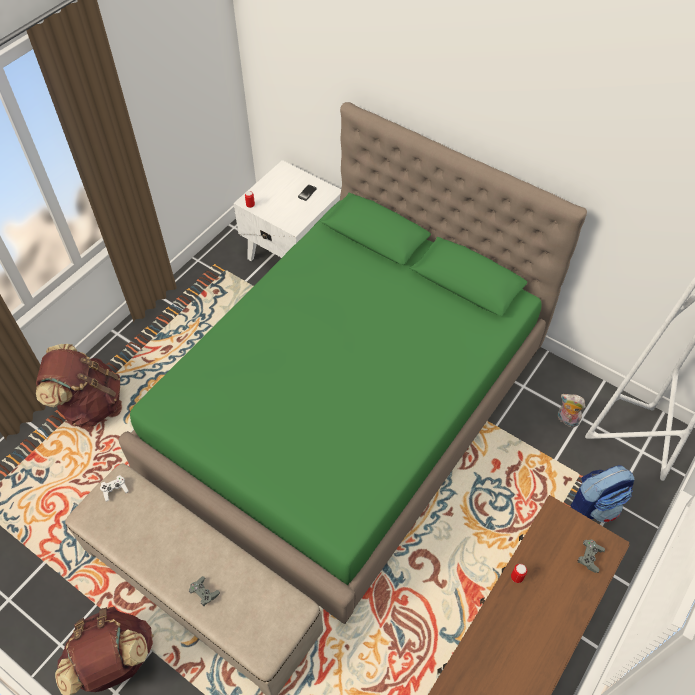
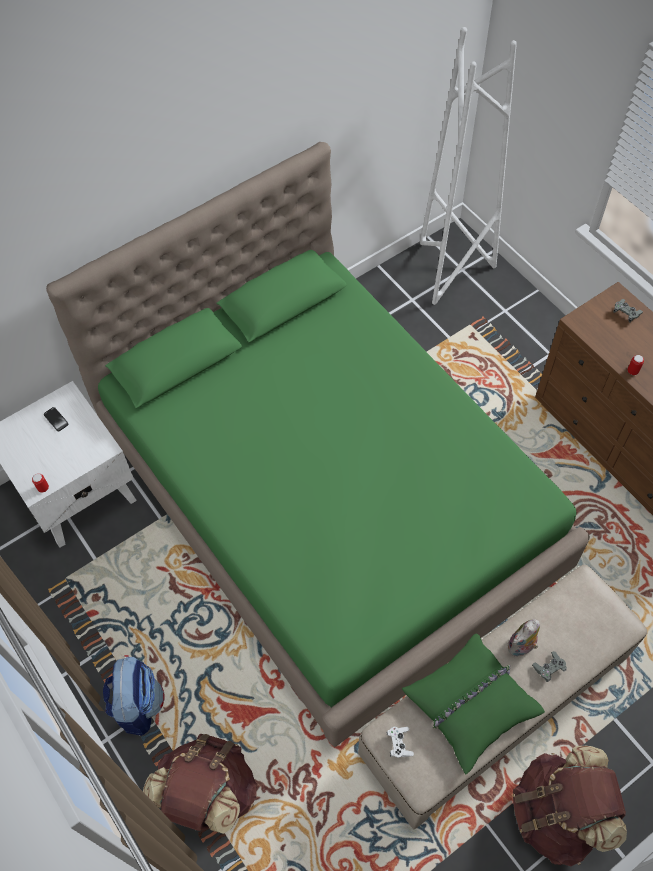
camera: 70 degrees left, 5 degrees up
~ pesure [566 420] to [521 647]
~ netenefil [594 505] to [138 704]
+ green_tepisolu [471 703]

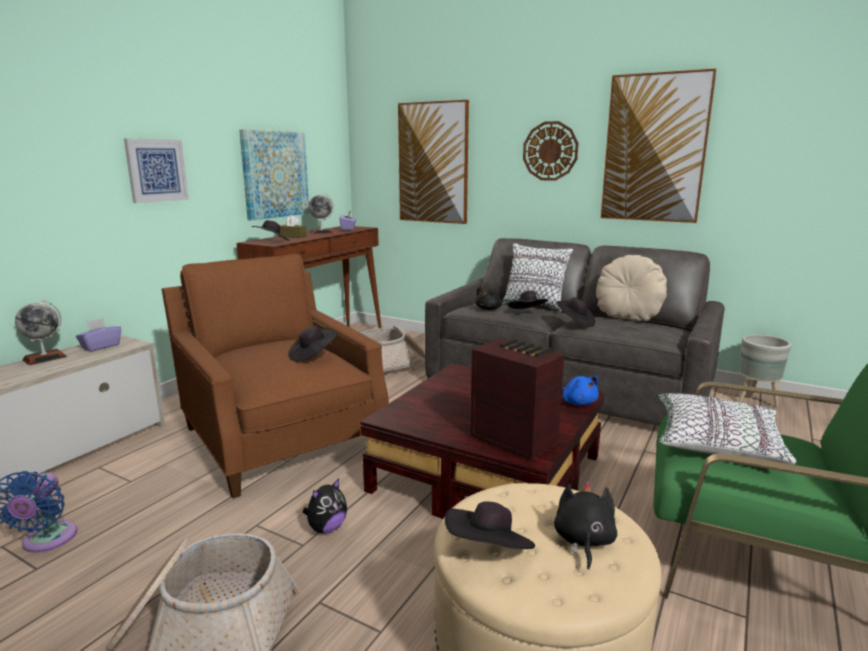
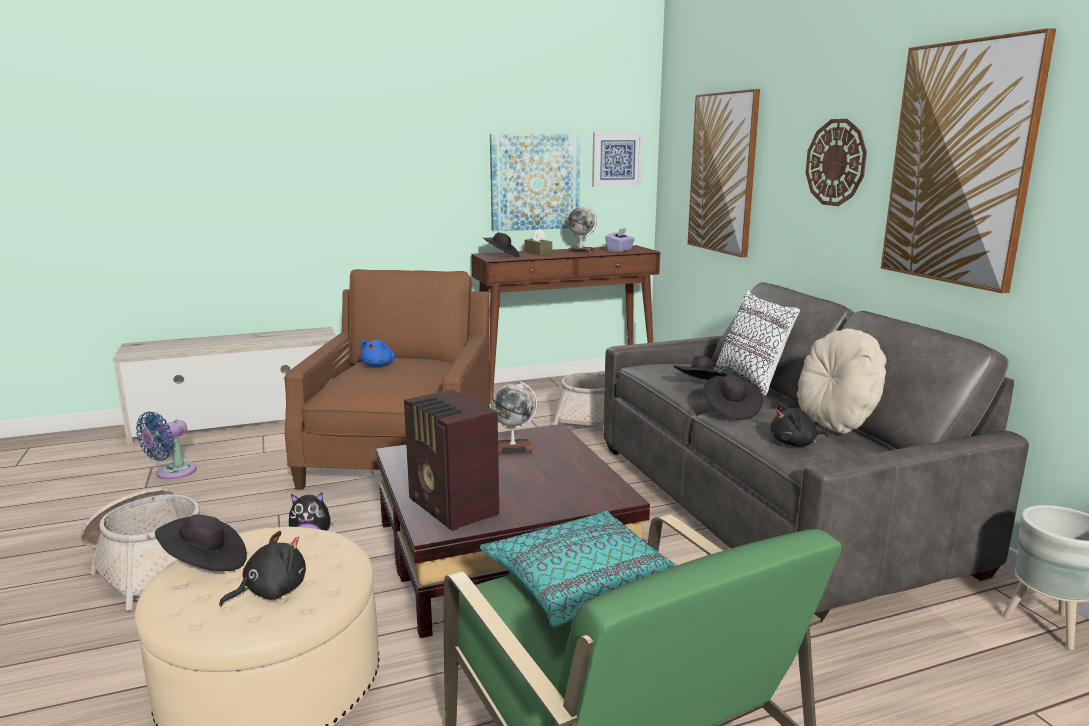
camera: 40 degrees right, 0 degrees up
~ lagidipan [156 170] to [616 159]
~ black_pesure [489 309] to [795 443]
~ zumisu [45 358] to [513 448]
- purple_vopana [101 347]
- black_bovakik [312 356]
~ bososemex [513 439] = [452 508] 150 degrees clockwise
~ blue_pesure [578 402] to [379 365]
~ white_tepisolu [717 442] to turquoise_tepisolu [582 584]

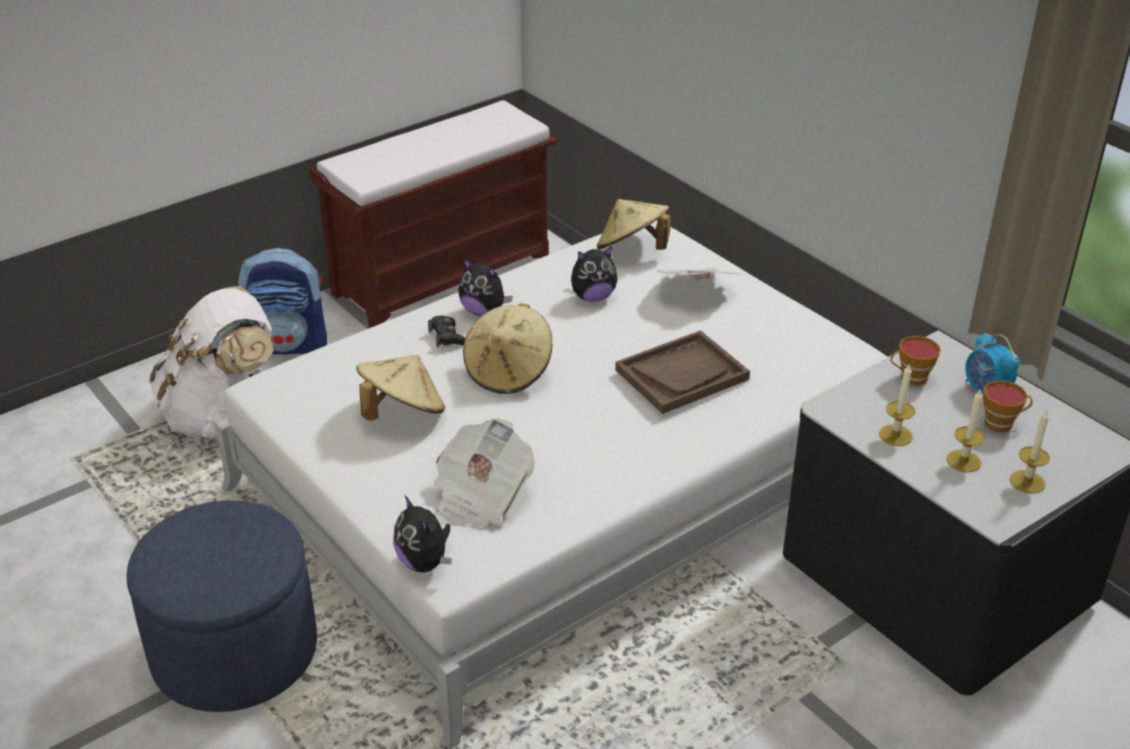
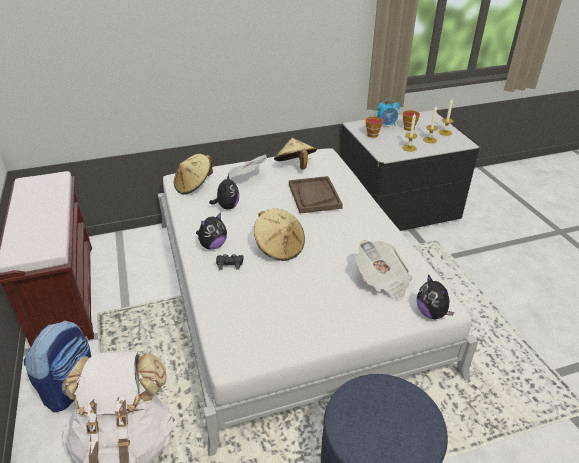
camera: 70 degrees left, 0 degrees up
~ beige_bovakik [402 412] to [295 166]
~ pesure [425 562] = [431 313] 75 degrees clockwise

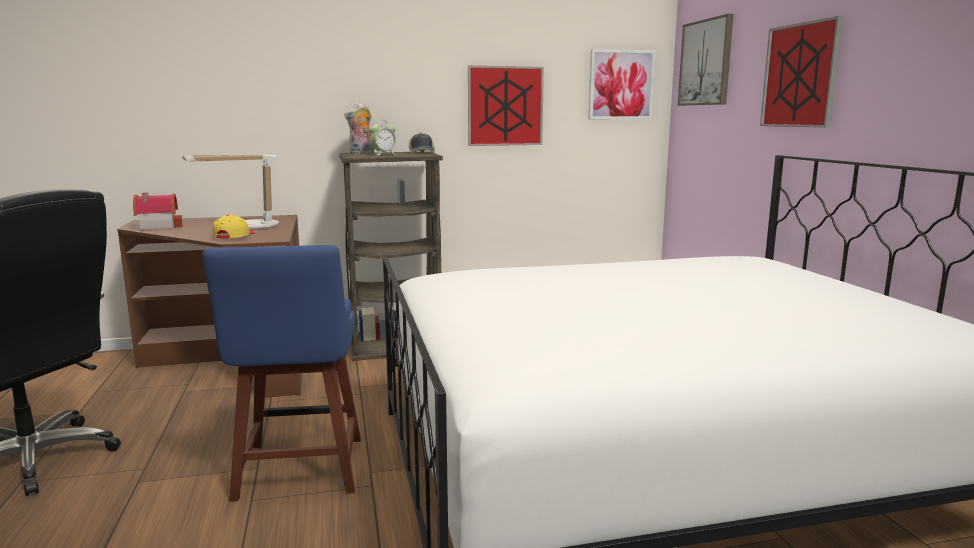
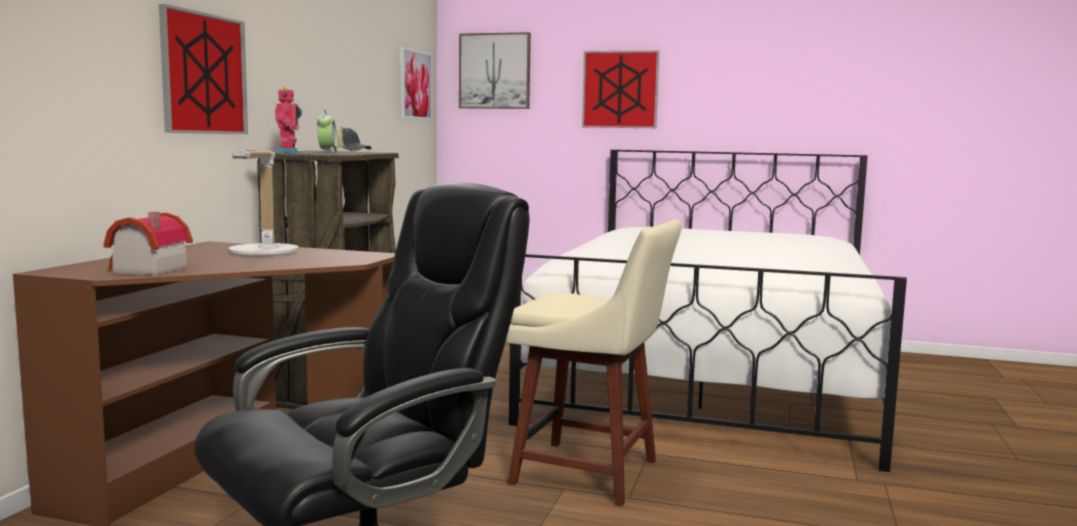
camera: 60 degrees left, 5 degrees down
~ lagidipan [505 106] to [204 74]
~ pesure [362 153] to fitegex [289 152]
- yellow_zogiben [234 236]
~ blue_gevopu [298 471] to beige_gevopu [592 473]

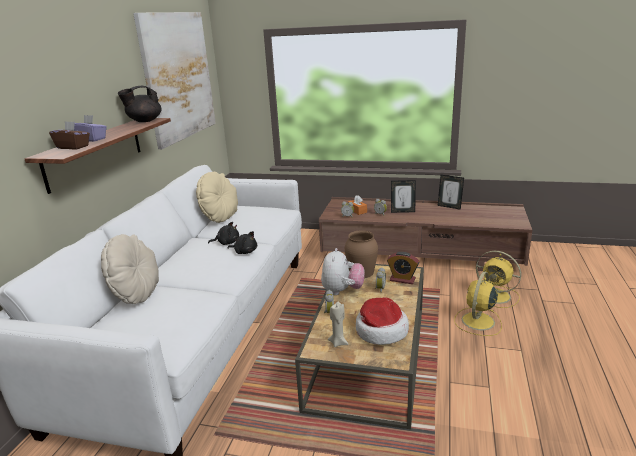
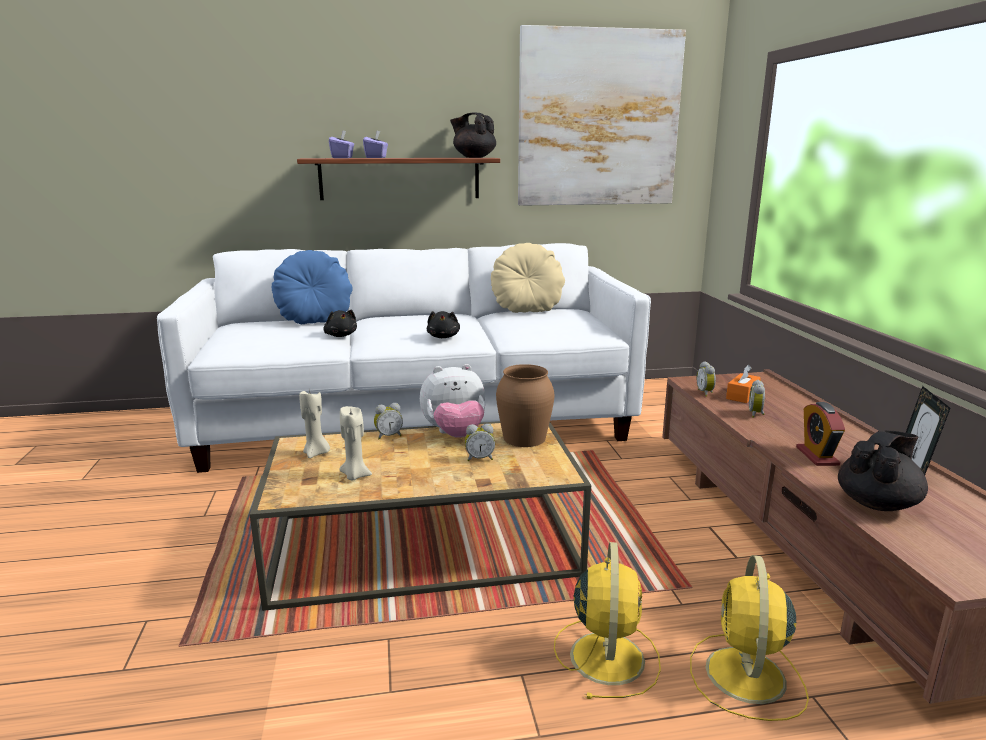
camera: 65 degrees right, 5 degrees down
~ brown_vopana [73 147] to purple_vopana [342 158]
- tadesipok [402 211]
~ black_pesure [227 243] to [340 335]
~ beige_tepisolu [137 296] to blue_tepisolu [315 321]
~ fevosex [402 279] to [817 456]
~ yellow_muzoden [477 322] = [607 655] 90 degrees clockwise
~ bovakik [380 331] to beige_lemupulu [355 476]
+ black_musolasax [877 503]

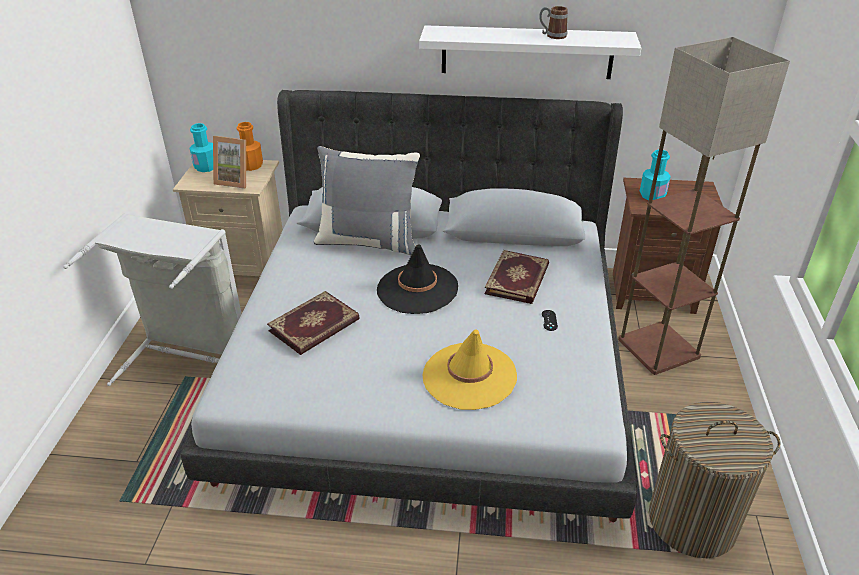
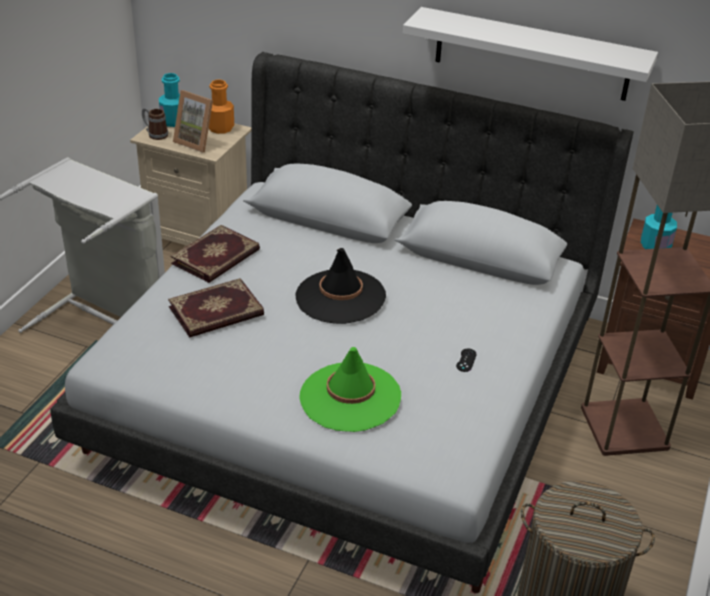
camera: 15 degrees right, 0 degrees up
~ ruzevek [552 35] to [155 134]
- grey_tepisolu [369 241]
~ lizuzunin [518 279] to [216 257]
~ yellow_bovakik [469 376] to green_bovakik [350 397]

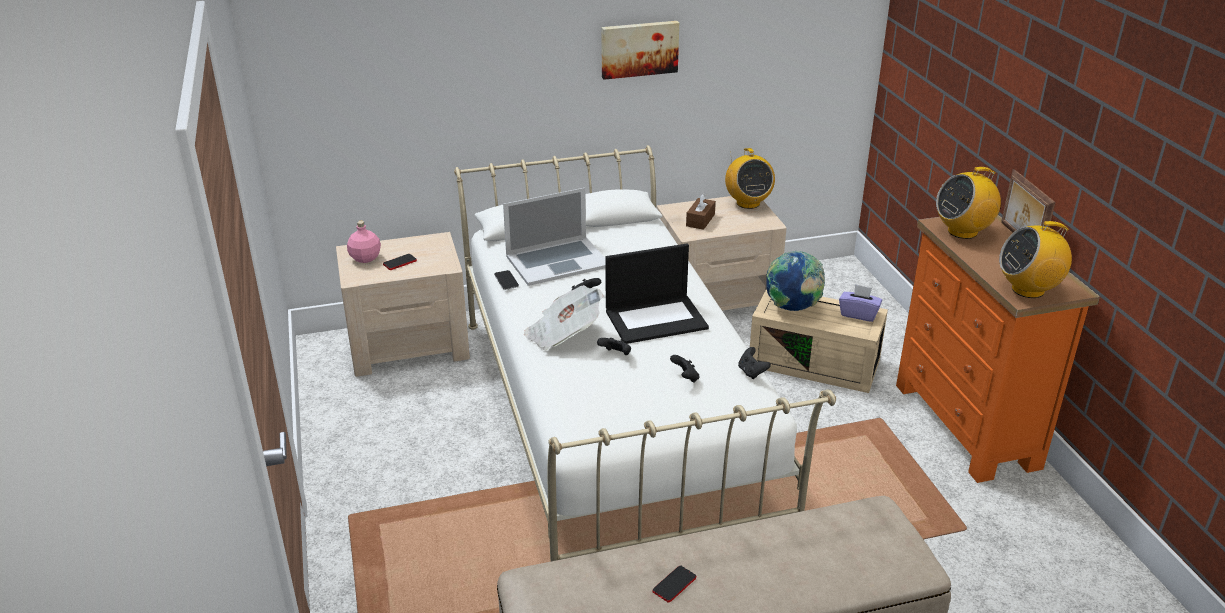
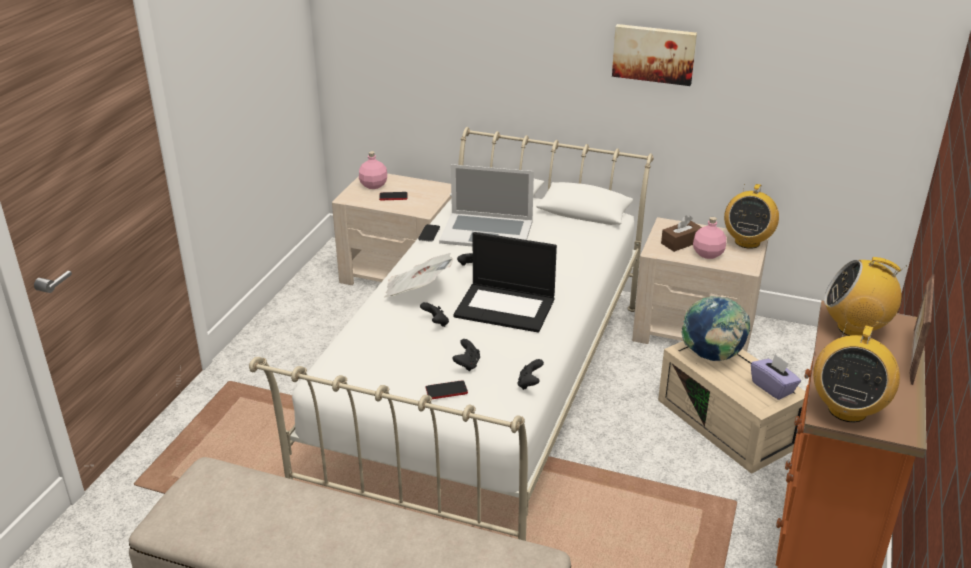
camera: 35 degrees right, 0 degrees up
~ bososemex [1028 289] = [847 409] 90 degrees counterclockwise
~ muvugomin [674 584] to [446 391]
+ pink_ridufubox [707 254]

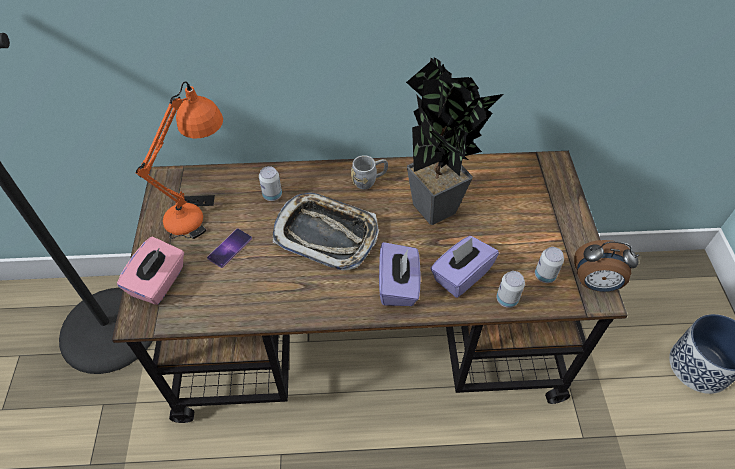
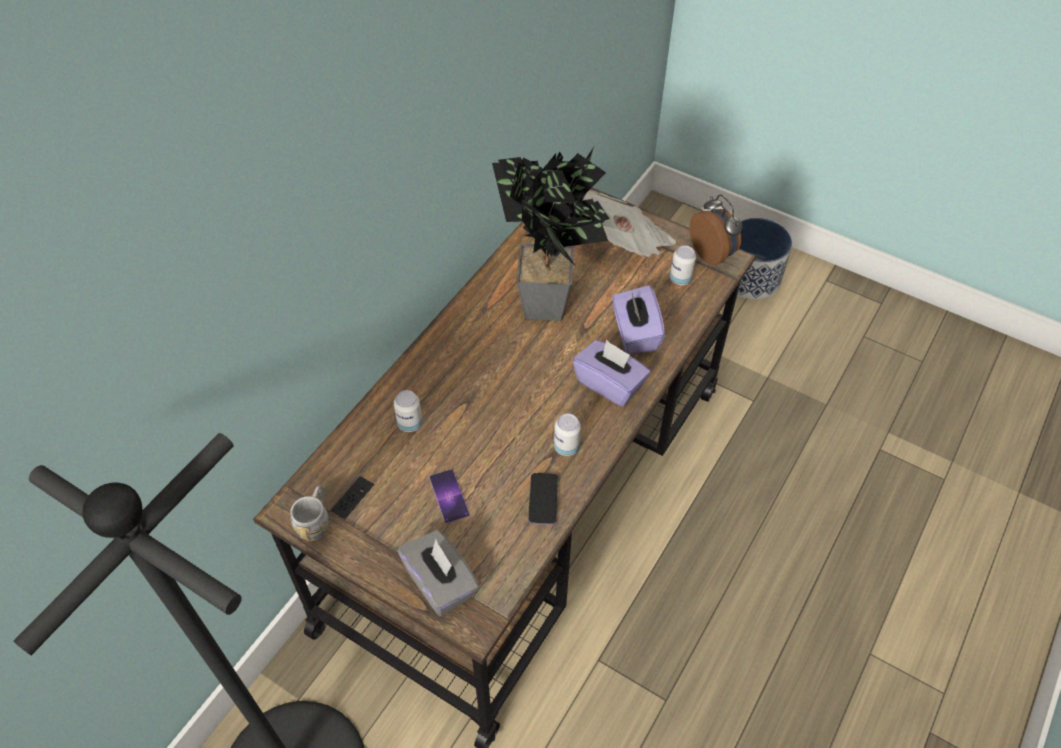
camera: 55 degrees left, 0 degrees up
- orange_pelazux [202 208]
~ grey_ruzevek [369 181] to [316 522]
- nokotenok [326 234]
~ pink_vopana [159 282] to grey_vopana [440 583]
~ fevosex [595 283] = [713 254] 75 degrees counterclockwise
~ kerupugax [507 299] to [566 447]
+ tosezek [624 244]
+ muvugomin [543 500]

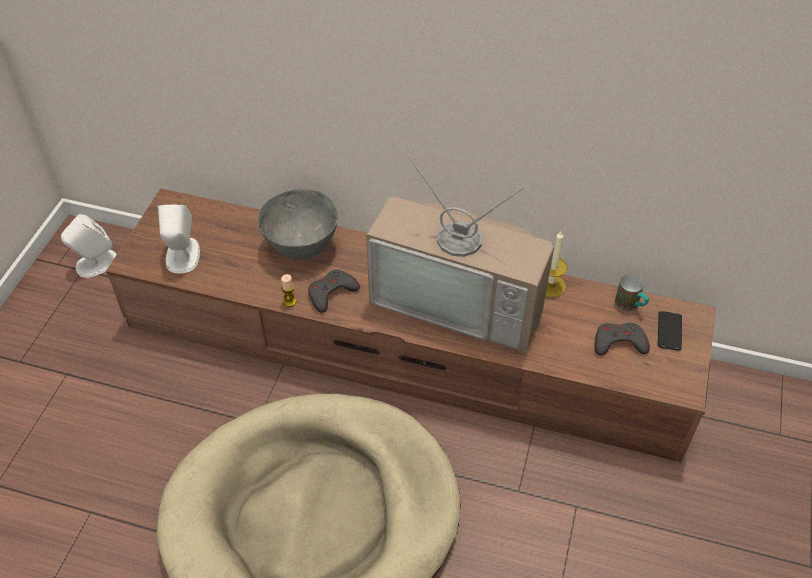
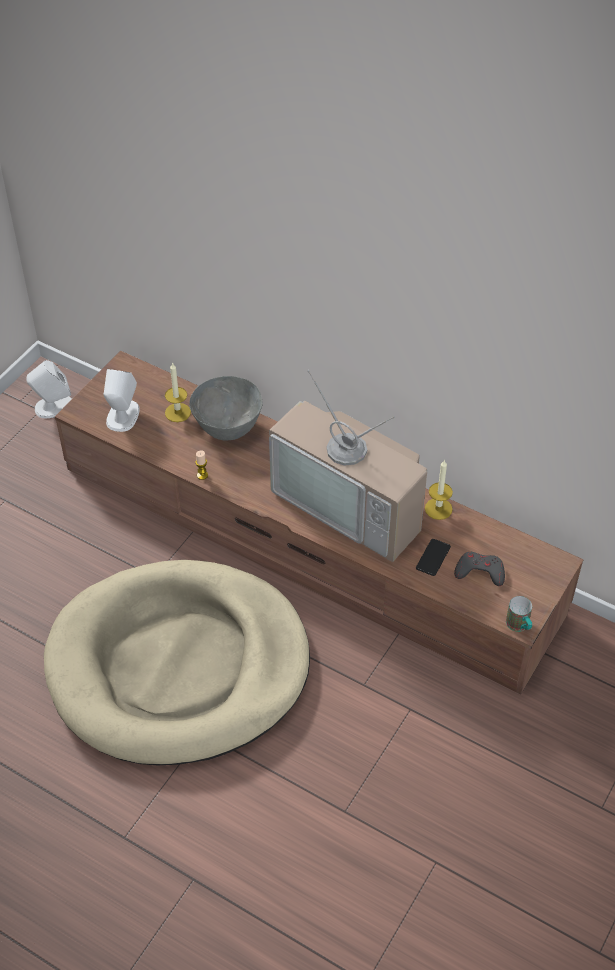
camera: 15 degrees right, 0 degrees up
- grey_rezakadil [331 293]
~ ruzevek [630 305] to [519 626]
~ muvugomin [669 331] to [433 557]
+ lemupulu [177 412]

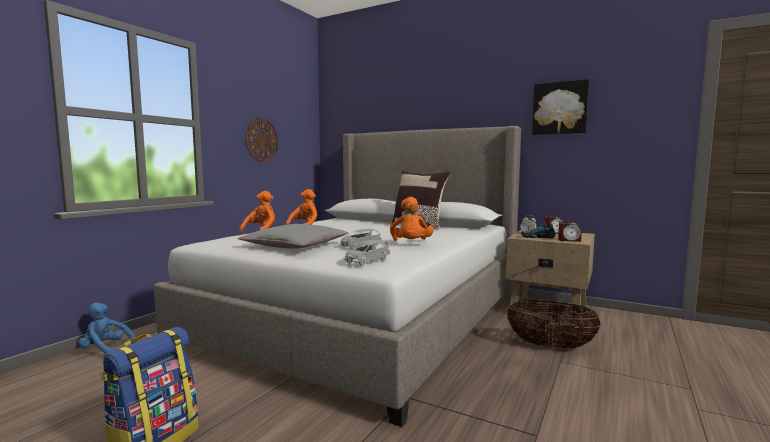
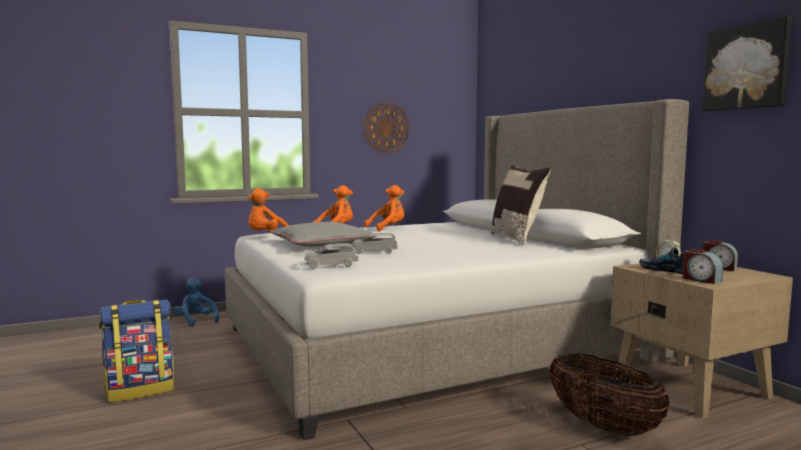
camera: 35 degrees right, 0 degrees up
~ orange_pesure [411 244] to [266 236]

